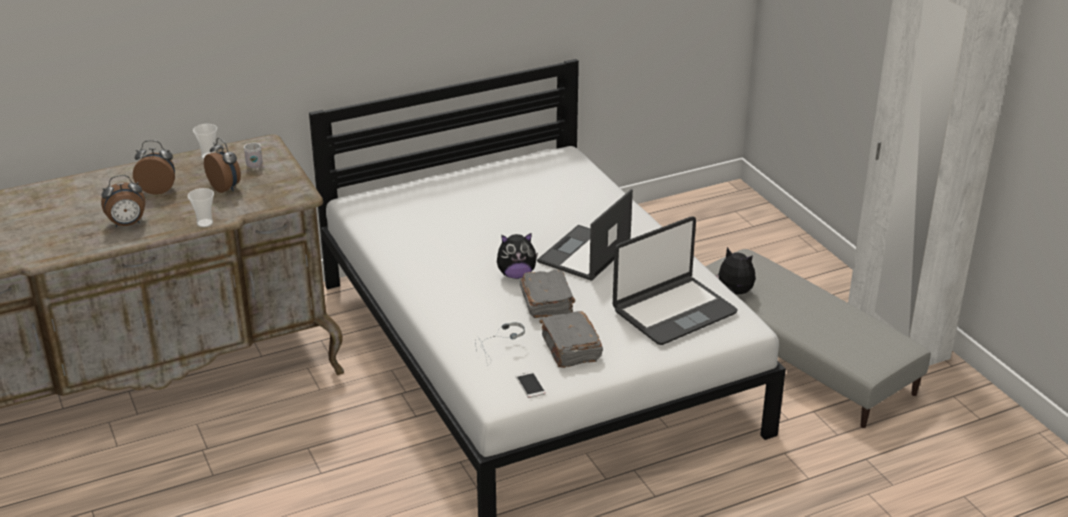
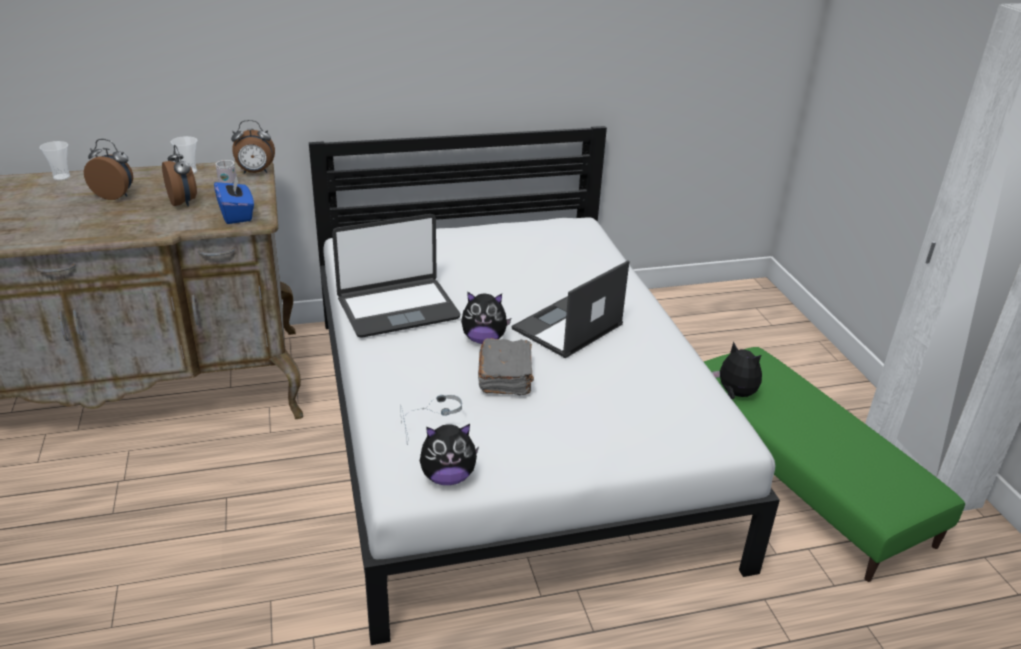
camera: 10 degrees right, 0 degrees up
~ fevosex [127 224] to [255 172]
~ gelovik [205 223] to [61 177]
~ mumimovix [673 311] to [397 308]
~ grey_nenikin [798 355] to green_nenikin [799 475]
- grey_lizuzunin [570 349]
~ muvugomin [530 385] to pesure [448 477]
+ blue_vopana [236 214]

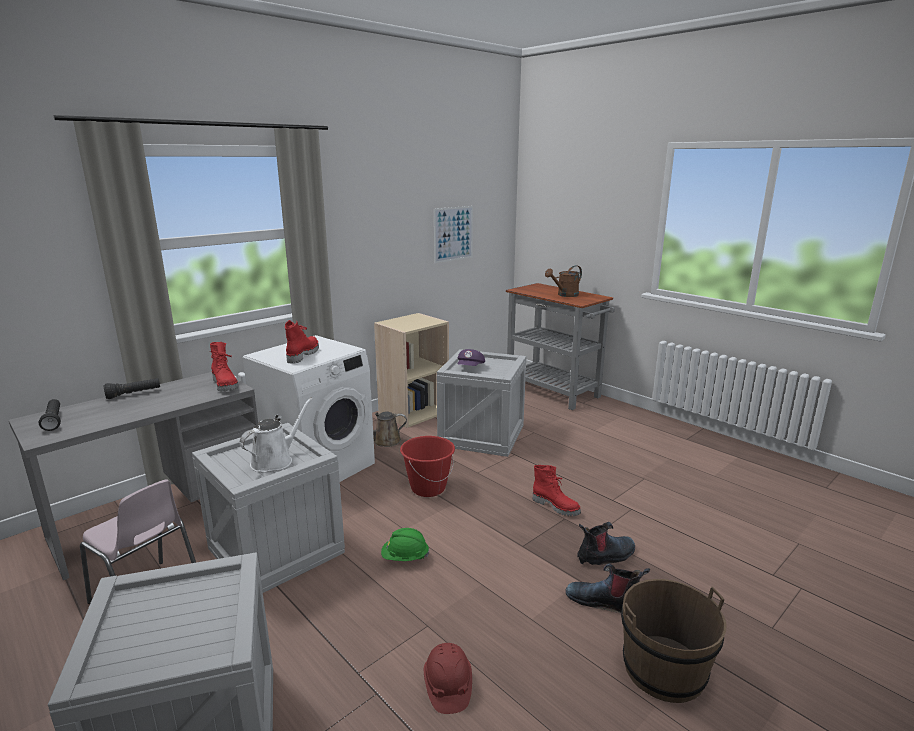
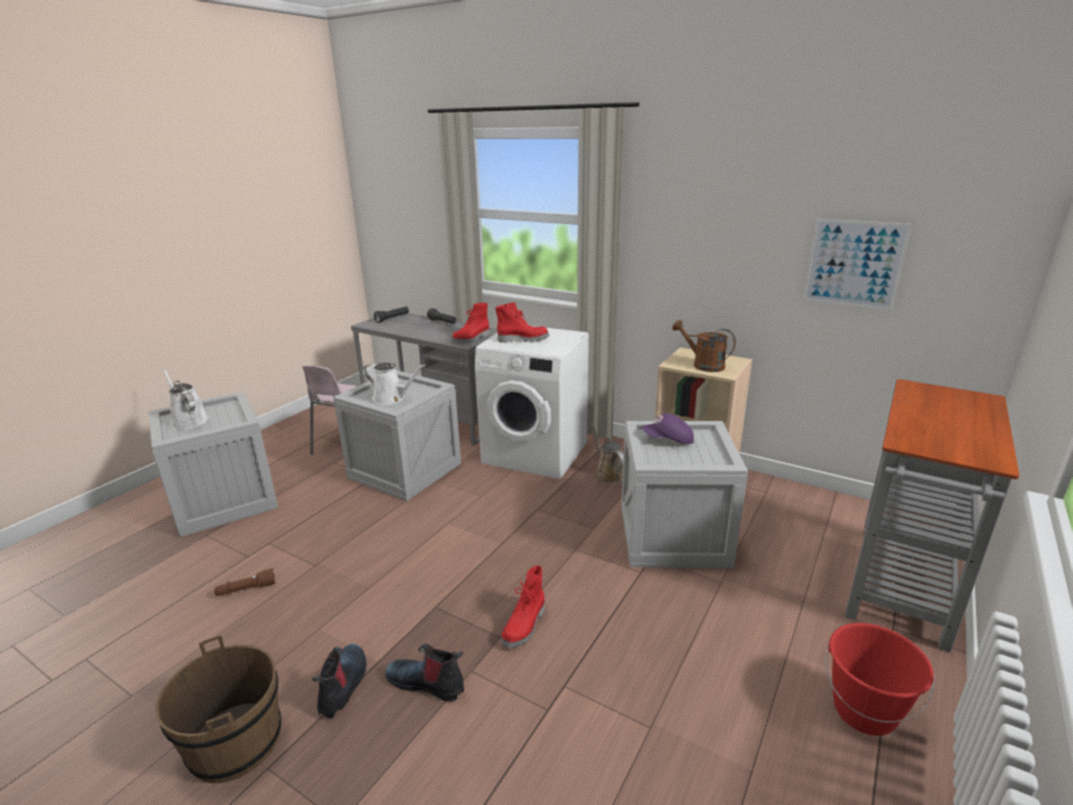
camera: 75 degrees right, 5 degrees up
~ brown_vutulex [565 295] to [703 365]
~ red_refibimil [428 488] to [864 711]
~ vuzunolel [606 556] = [427 683] 150 degrees clockwise
- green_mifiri [405 558]
~ red_mifiri [447 686] to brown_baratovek [246 589]
+ white_vutulex [188 420]

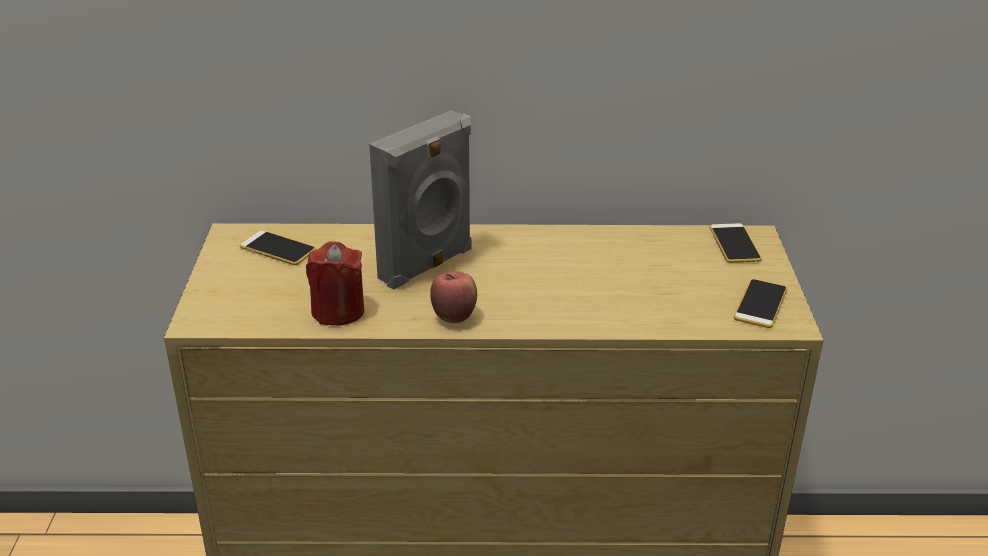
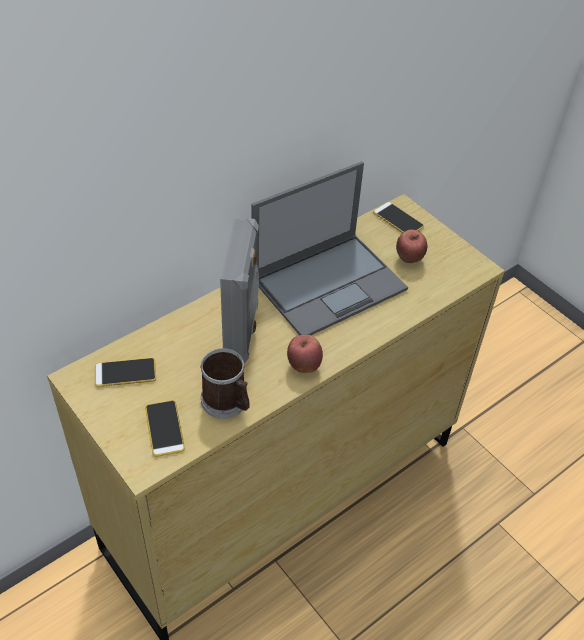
camera: 40 degrees left, 15 degrees up
~ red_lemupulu [338 311] to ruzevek [227 403]
~ muvugomin [760 304] to [164 428]
+ mumimovix [330 283]
+ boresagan [409 259]

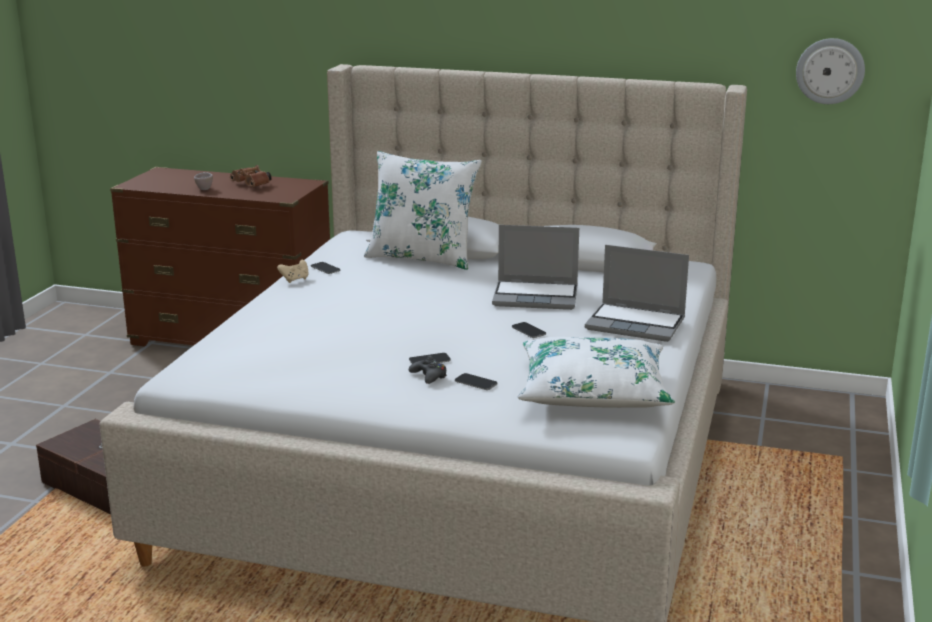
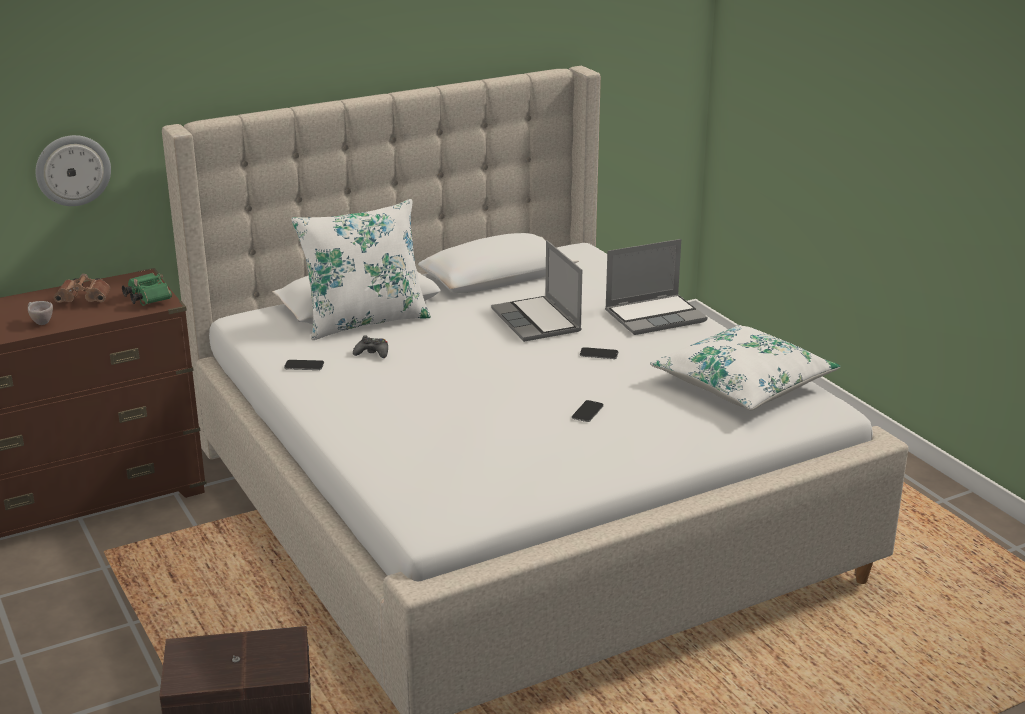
camera: 45 degrees left, 5 degrees up
~ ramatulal [830 71] to [73 170]
~ mumimovix [536 297] = [538 321] 105 degrees clockwise
- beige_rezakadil [295 280]
~ black_rezakadil [429 376] to [372 353]
- muvugomin [476 383]
+ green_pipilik [147 298]

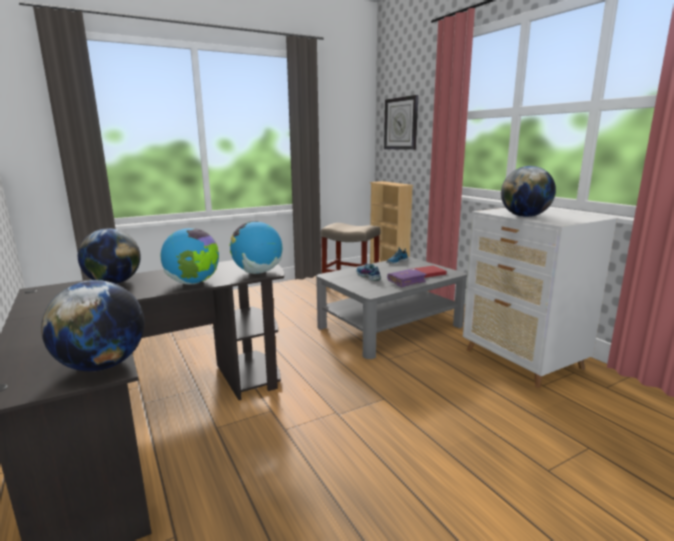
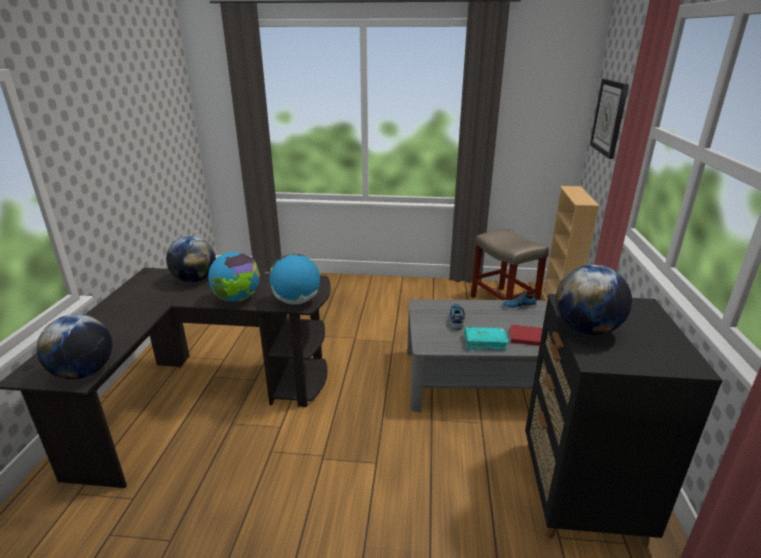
camera: 35 degrees right, 10 degrees up
~ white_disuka [523 359] to black_disuka [581 492]
~ purple_lizuzunin [406 282] to turquoise_lizuzunin [485 342]

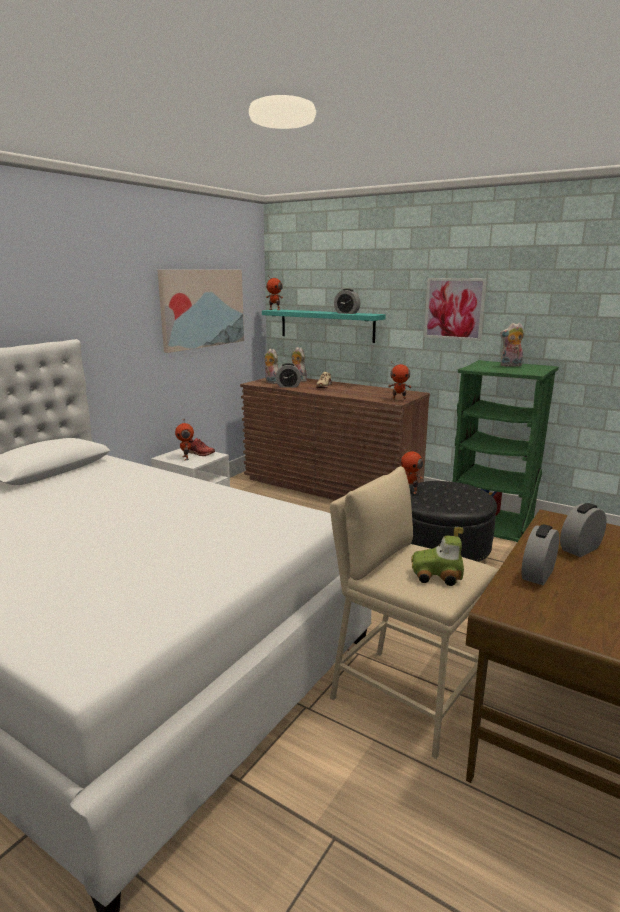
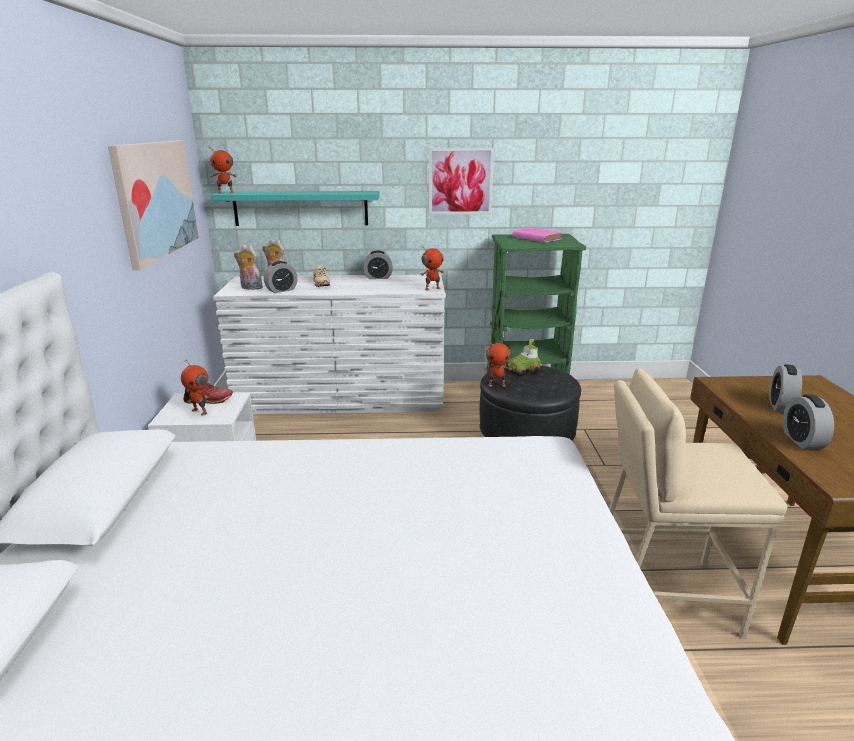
camera: 35 degrees left, 5 degrees up
~ fevosex [346 313] to [378 277]
~ pesure [510 366] to pink_lizuzunin [535 238]
~ brown_disuka [330 487] to white_disuka [342 399]
~ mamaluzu [437 576] to [523 370]

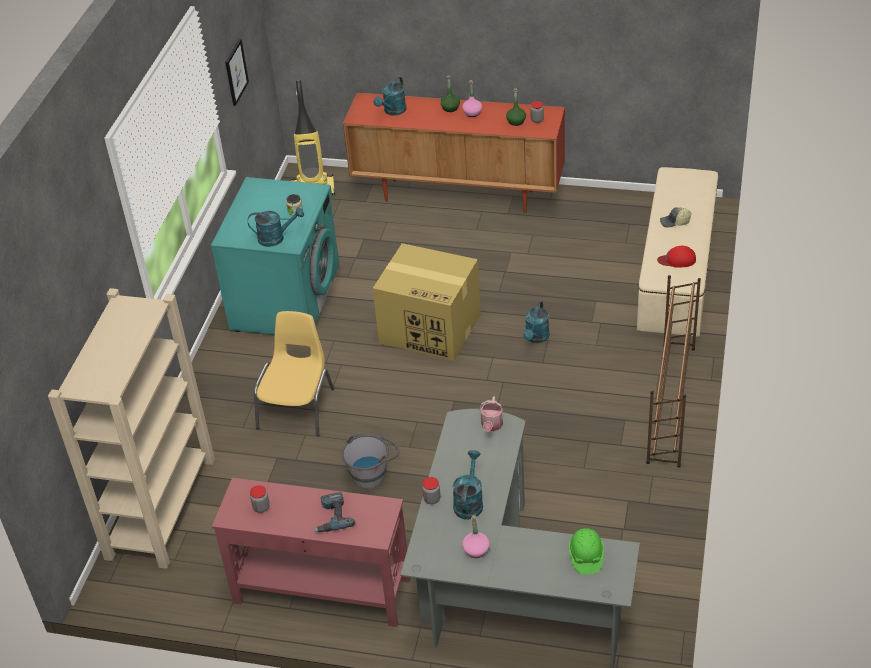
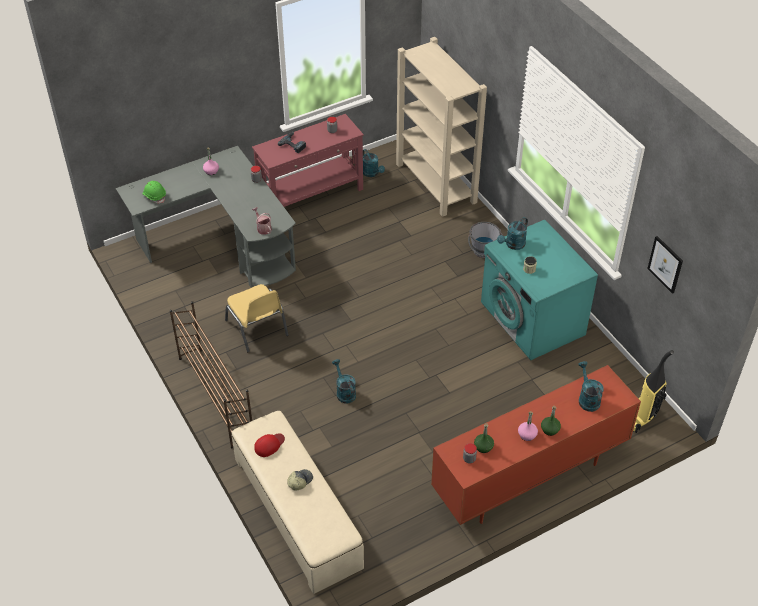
camera: 135 degrees right, 5 degrees up
- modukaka [431 328]
~ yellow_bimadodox [297 407] to [257 328]
~ grey_refibimil [373 473] to [484 254]
~ turquoise_vutulex [469 502] to [372 173]

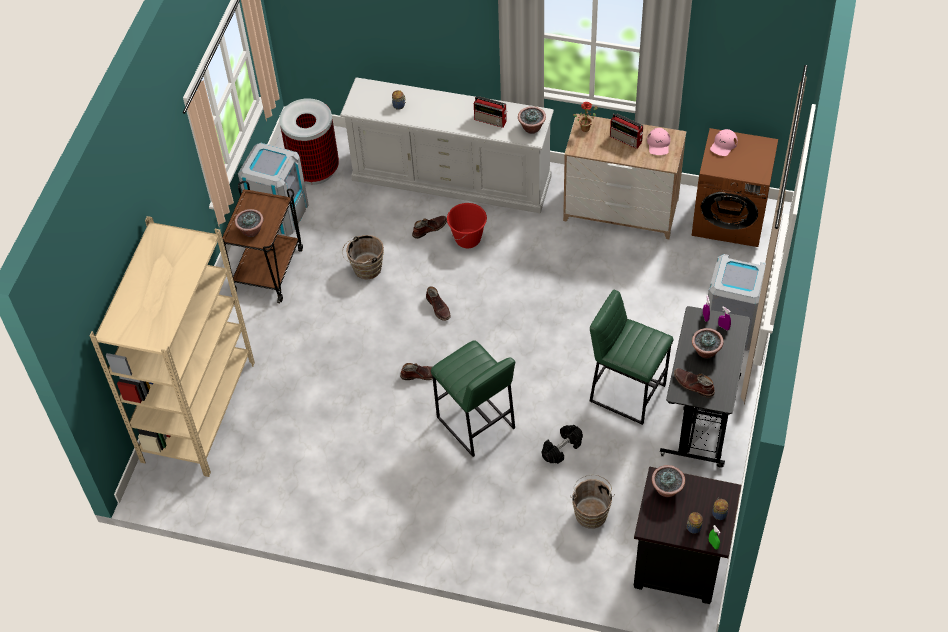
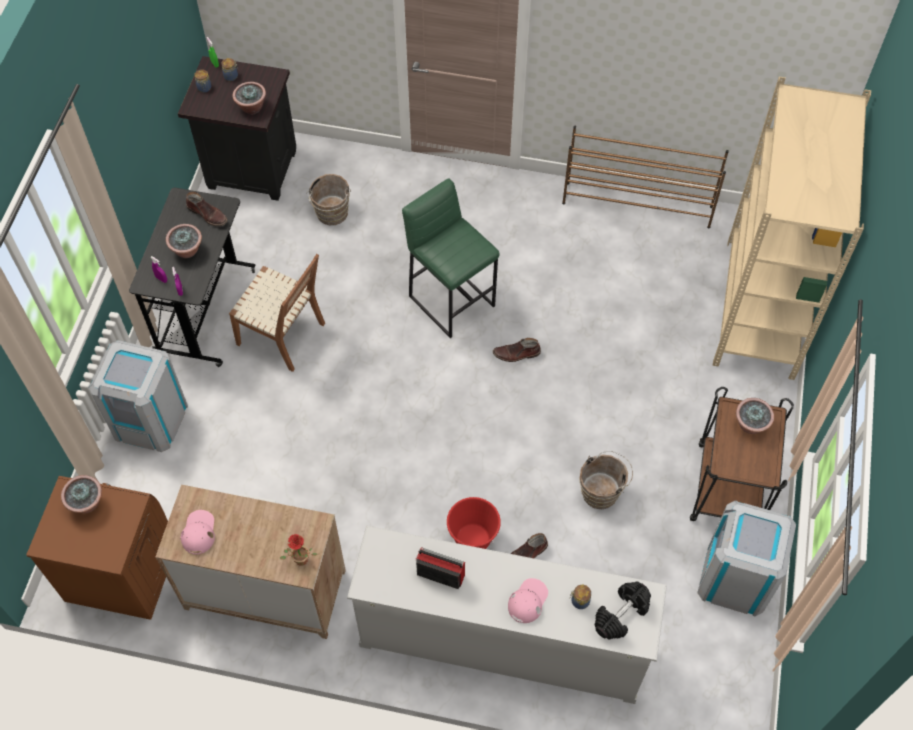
camera: 175 degrees right, 5 degrees up
- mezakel [314 169]
~ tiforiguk [531 128] to [87 503]
- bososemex [626 139]
~ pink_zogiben [723 145] to [528 601]
- brown_vuzunolel [438 308]
~ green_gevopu [626 392] to bimadodox [284 337]
~ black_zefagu [562 448] to [621 615]
+ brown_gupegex [638 205]

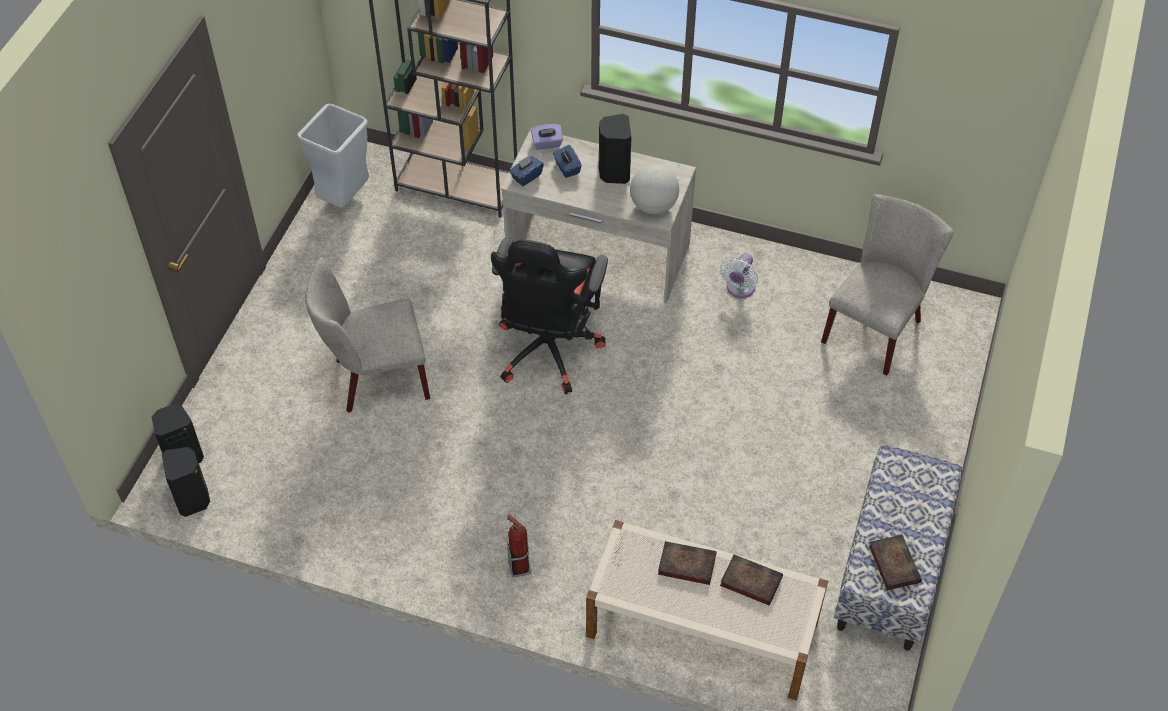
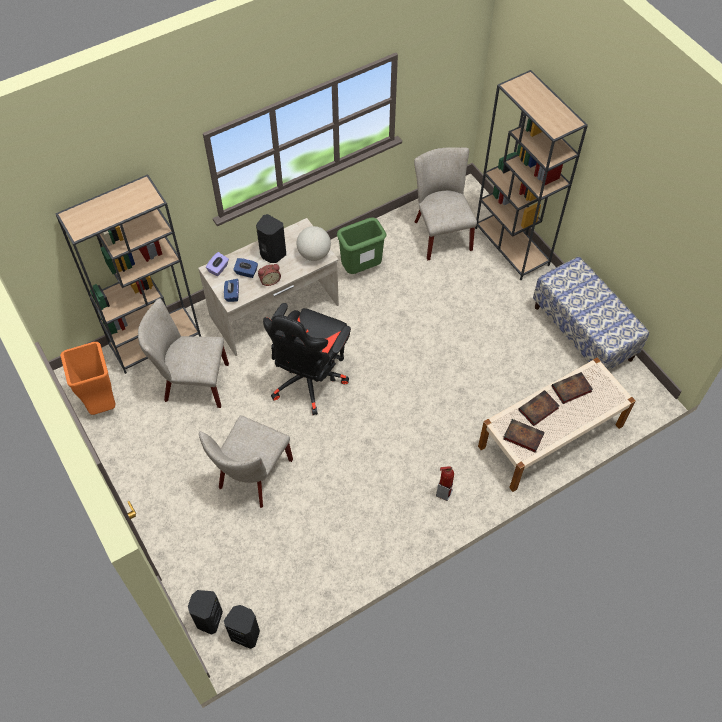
camera: 50 degrees left, 5 degrees up
~ grey_mezakel [345 198] to orange_mezakel [102 402]
~ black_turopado [550 342] = [311 375] 60 degrees clockwise
~ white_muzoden [739 289] to green_mezakel [361 268]
~ lizuzunin [893 563] to [522 436]
+ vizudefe [512 246]
+ fevosex [269 280]
+ beige_bimadodox [191 383]

